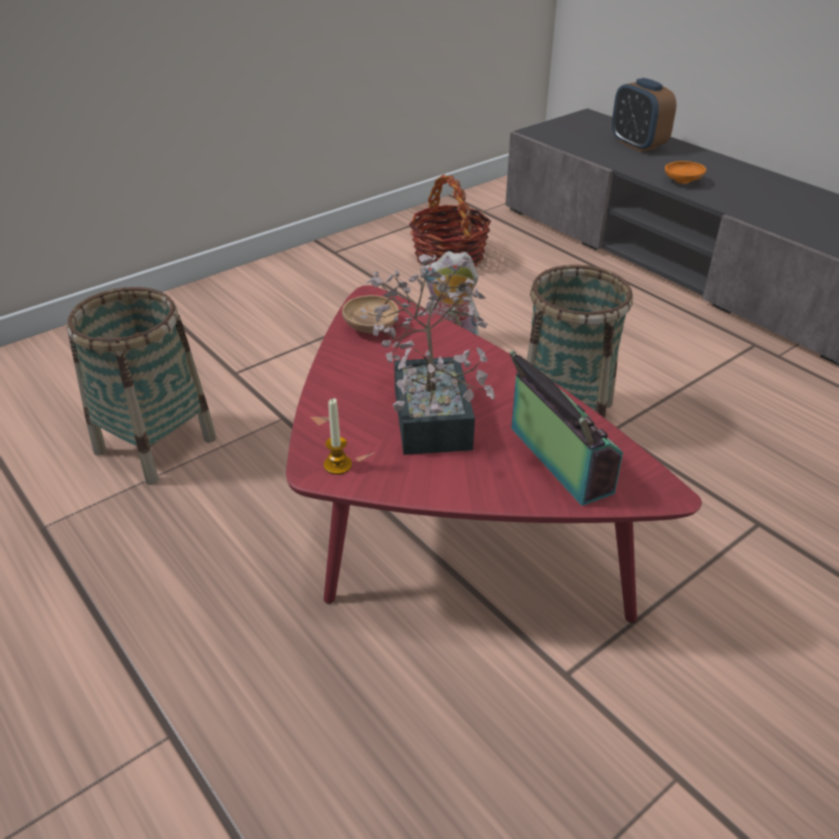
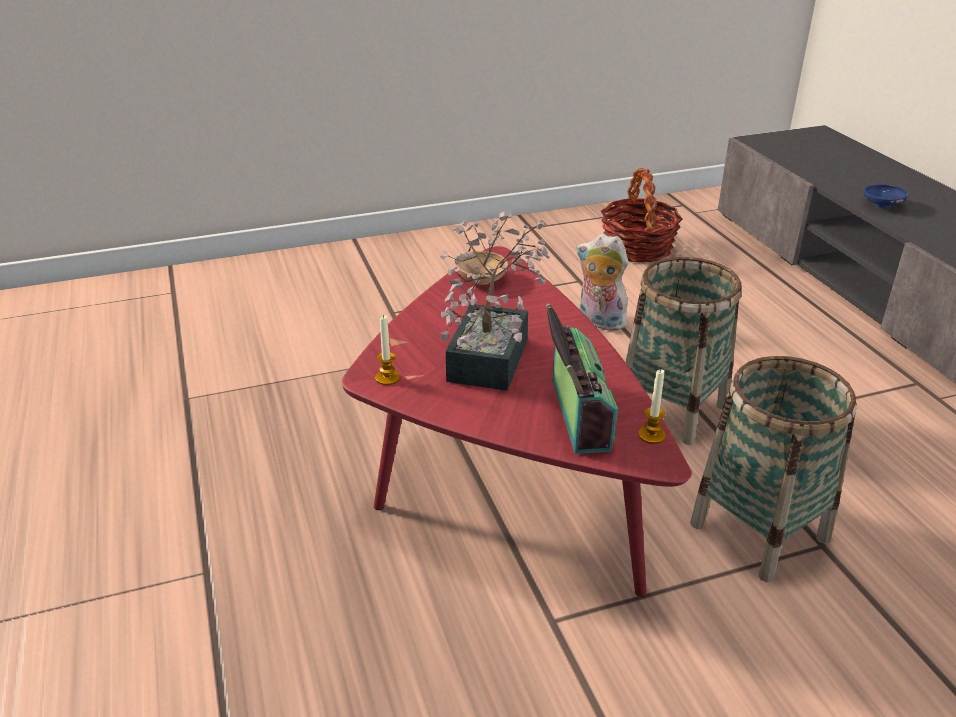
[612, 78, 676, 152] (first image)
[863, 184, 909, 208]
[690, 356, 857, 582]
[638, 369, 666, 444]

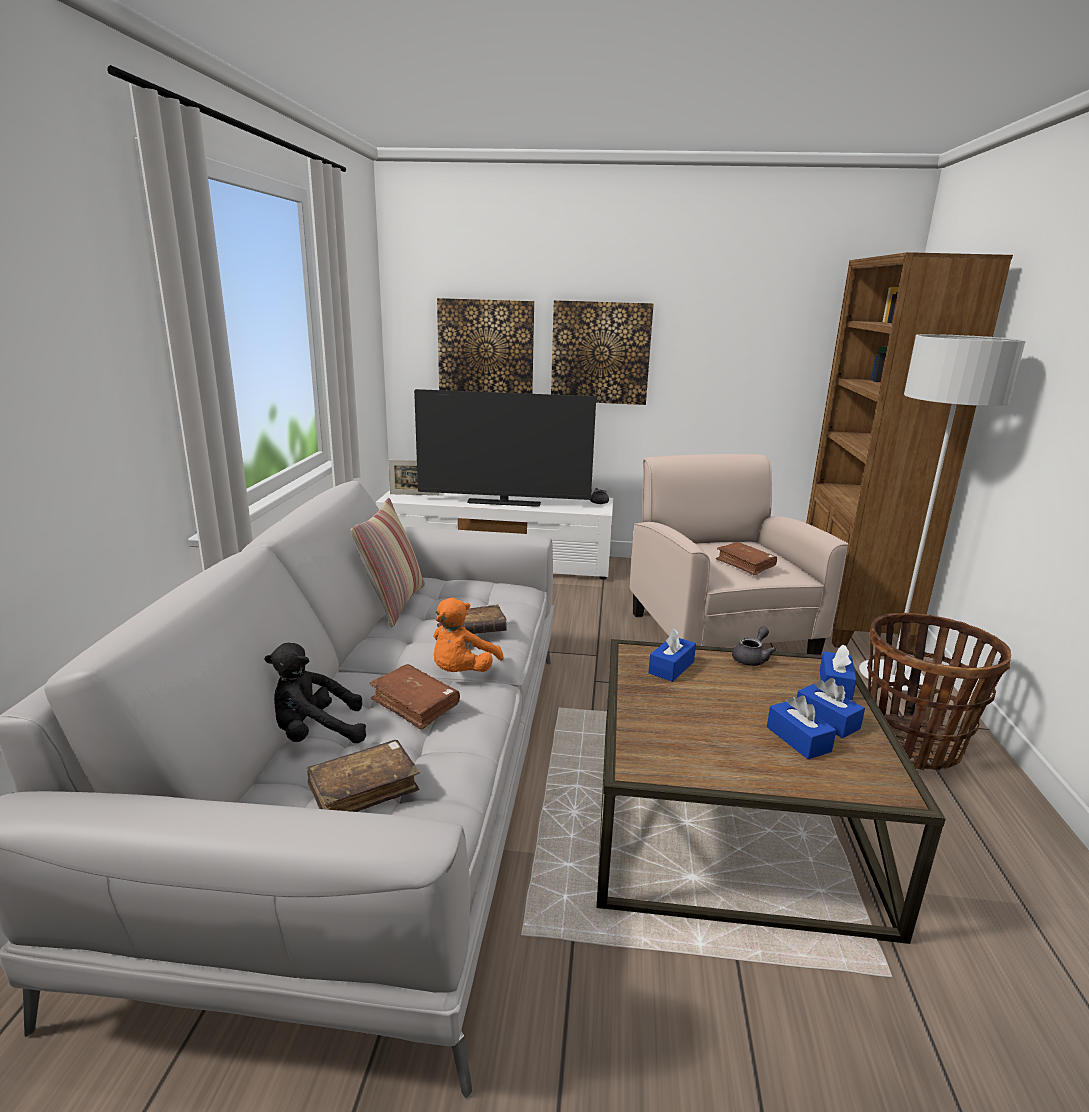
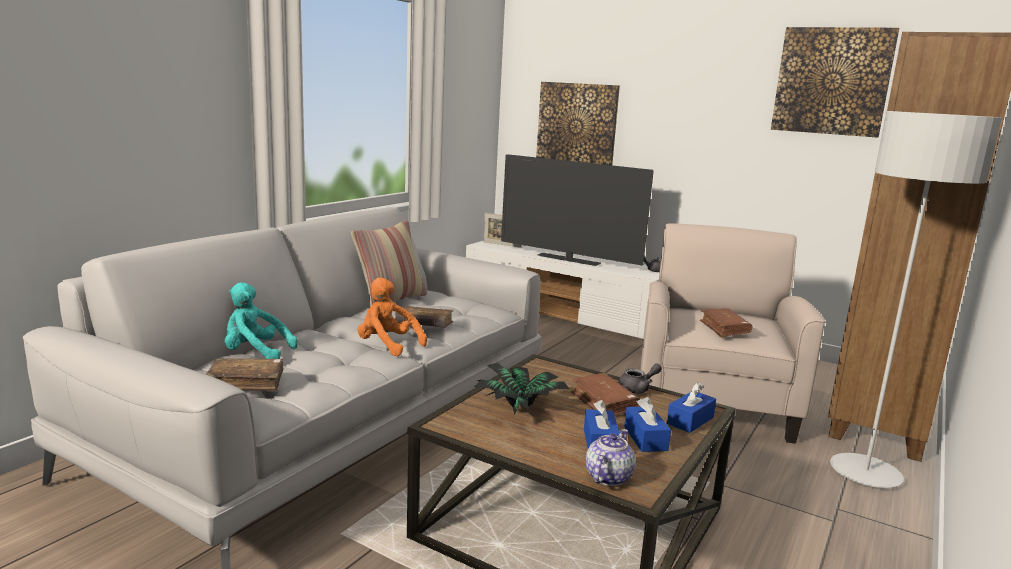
[771, 27, 900, 138]
[358, 277, 427, 356]
[867, 613, 1011, 771] (first image)
[648, 628, 696, 682] (first image)
[225, 282, 298, 359]
[571, 373, 640, 416]
[474, 362, 570, 415]
[586, 429, 636, 486]

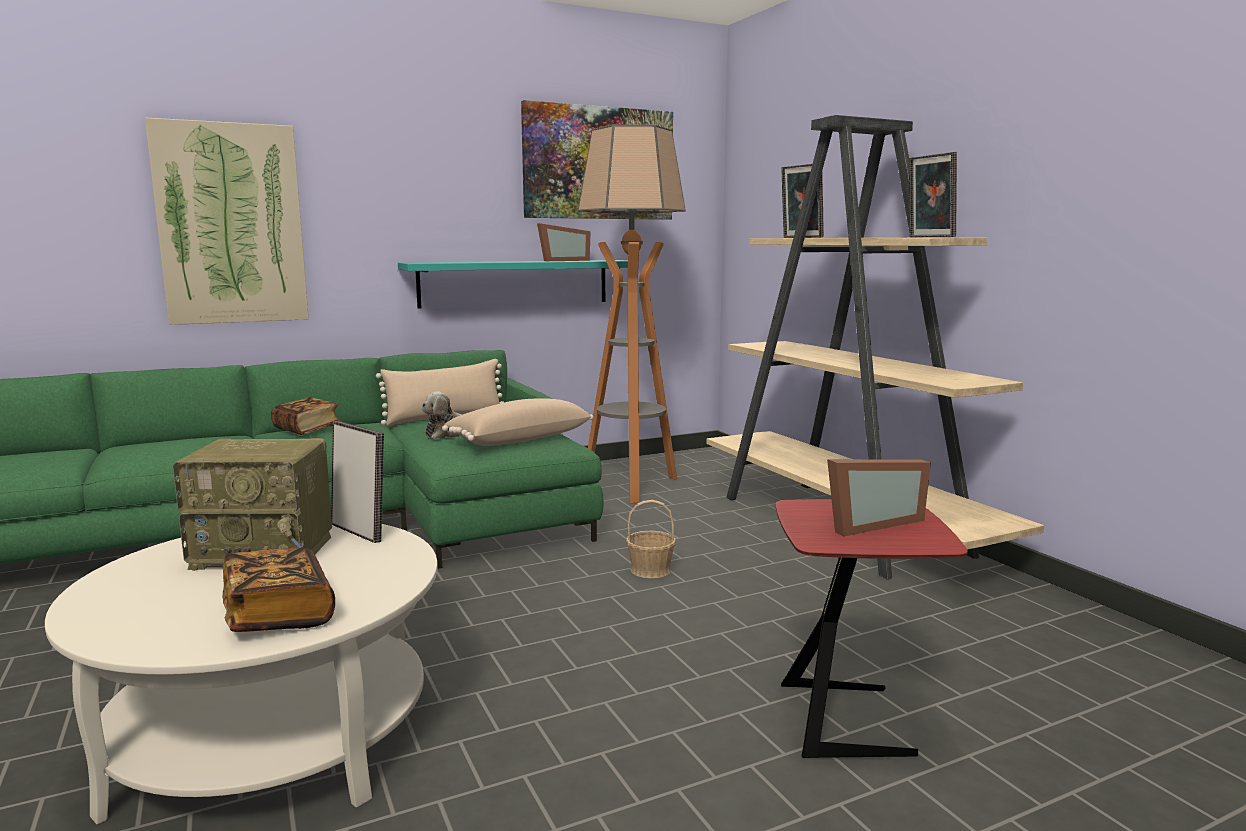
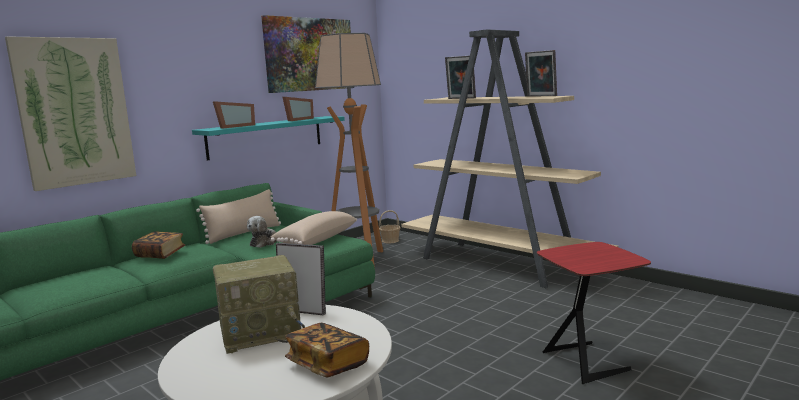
[213, 101, 255, 129]
[379, 210, 401, 243]

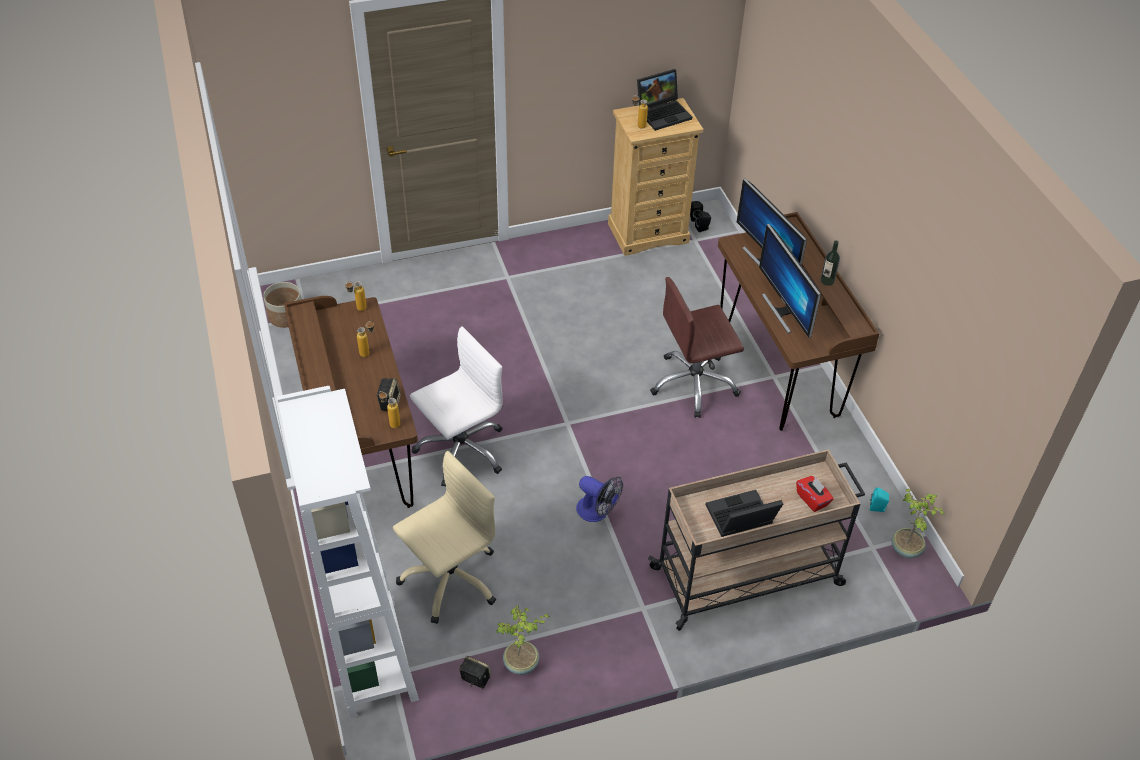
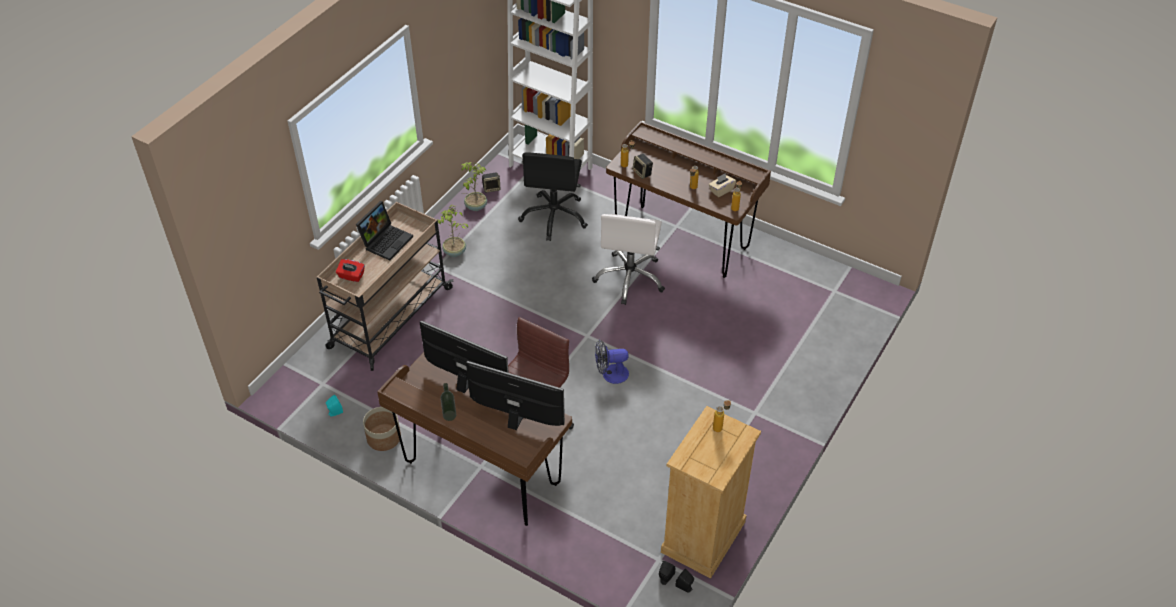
[637, 69, 692, 131] (first image)
[363, 407, 401, 451]
[518, 153, 588, 241]
[595, 340, 629, 384]
[437, 205, 469, 257]
[709, 173, 736, 197]

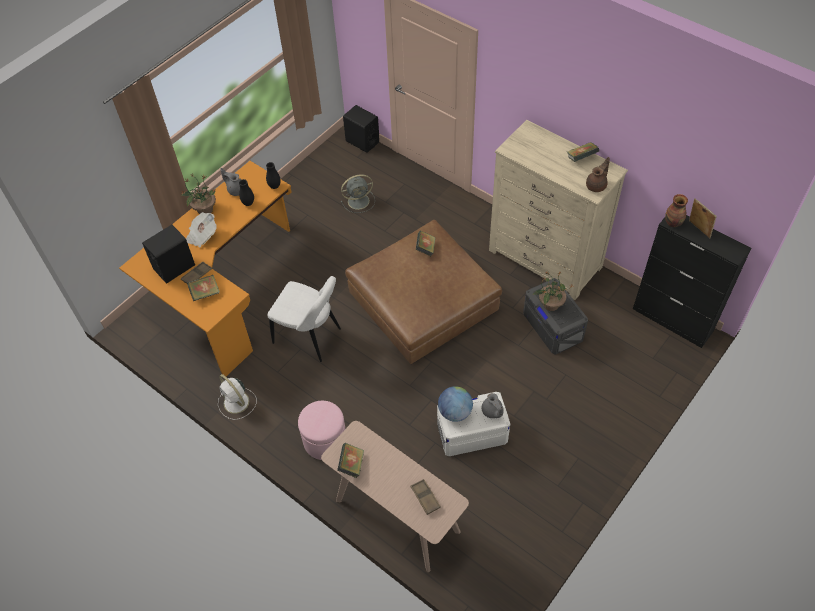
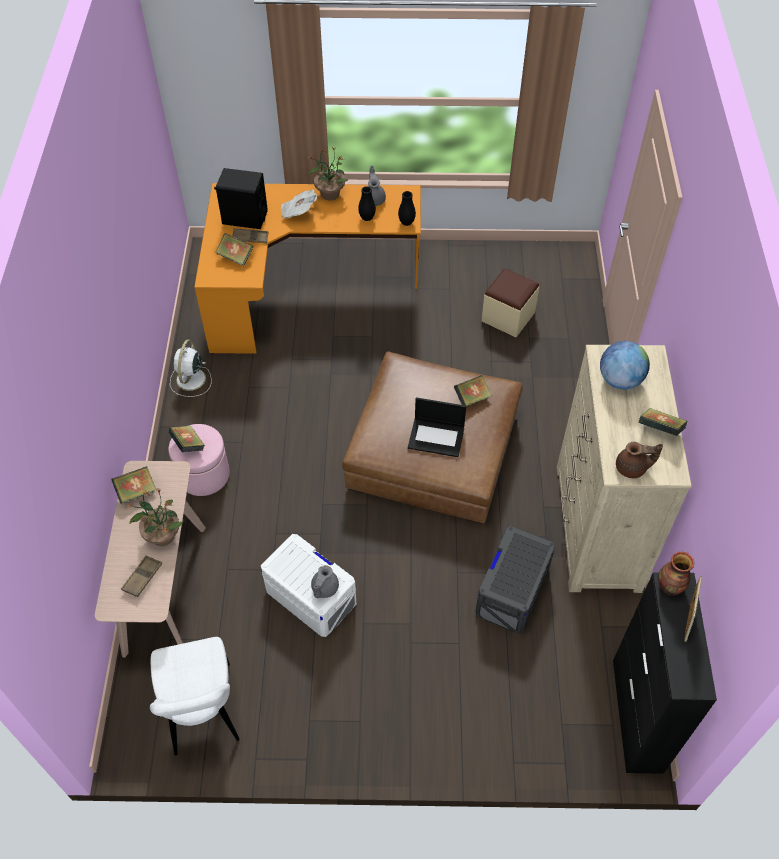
[343, 105, 379, 153] (first image)
[481, 269, 539, 337]
[127, 488, 183, 546]
[150, 637, 240, 756]
[600, 341, 650, 389]
[408, 397, 466, 457]
[168, 426, 205, 452]

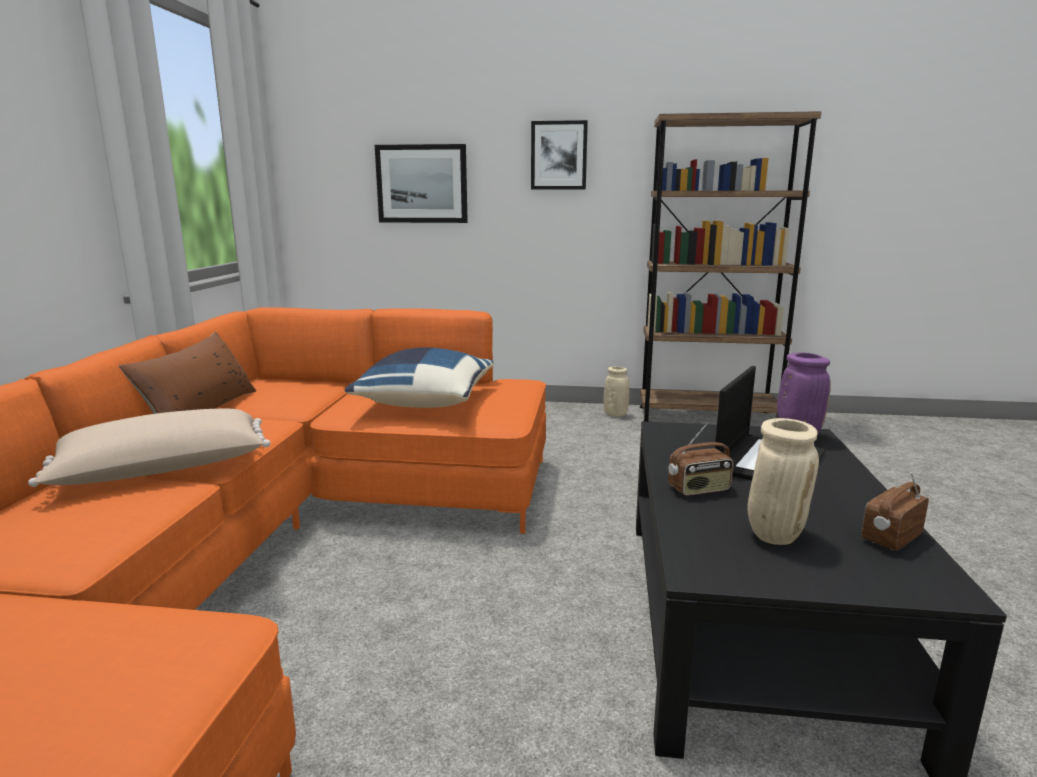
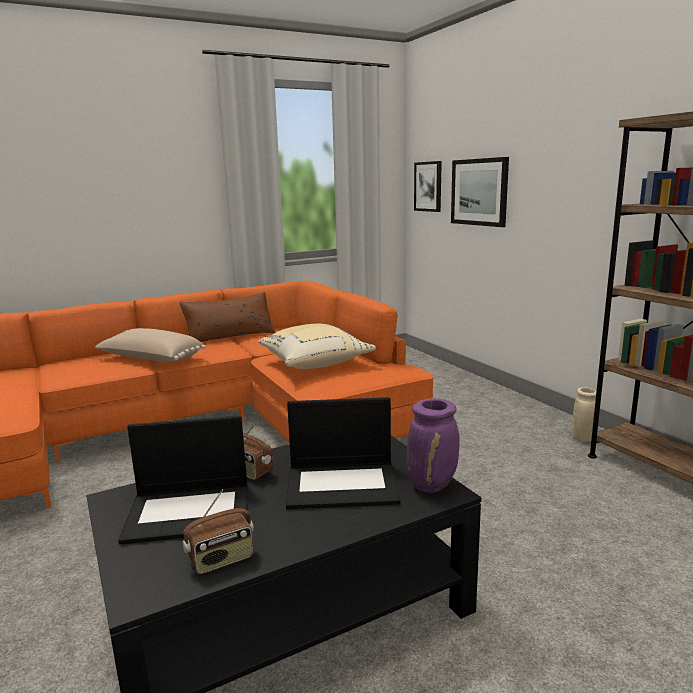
[414, 161, 442, 212]
[258, 324, 376, 369]
[118, 415, 248, 545]
[182, 489, 254, 574]

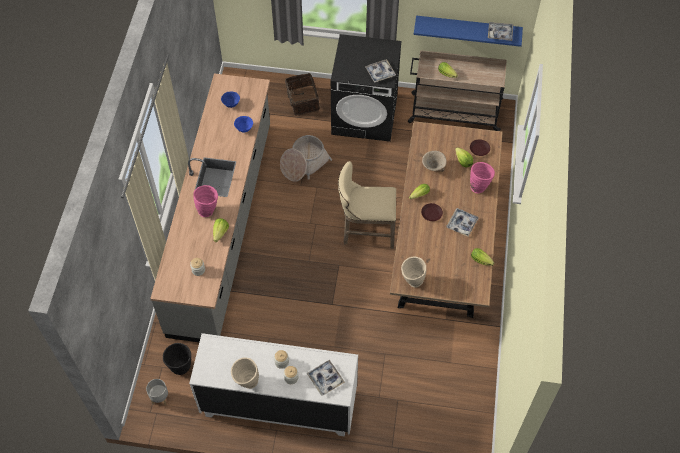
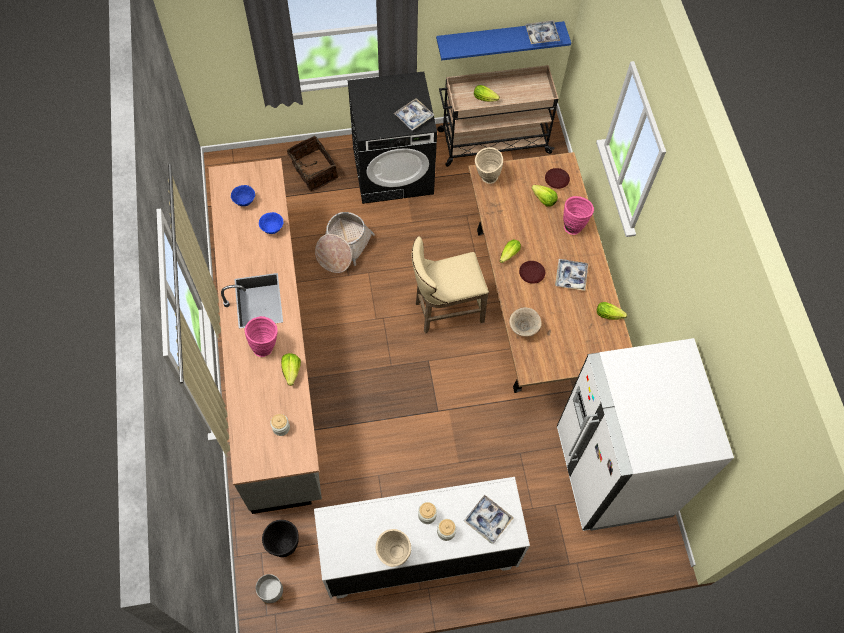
[509, 307, 542, 337]
[475, 147, 503, 184]
[557, 338, 734, 531]

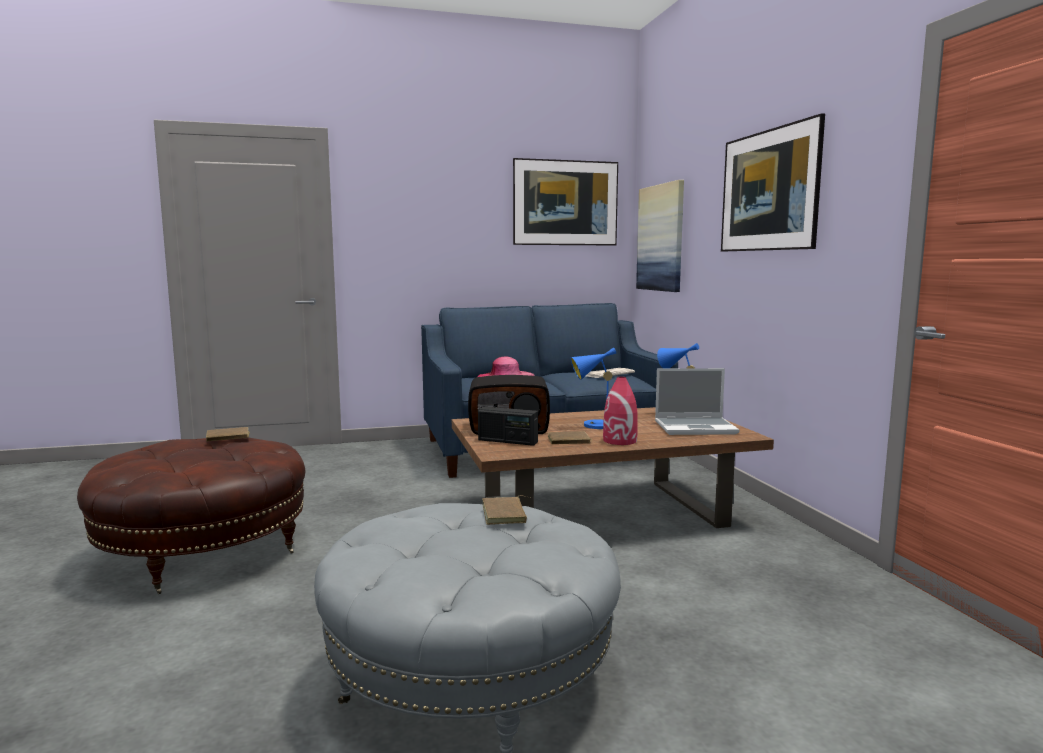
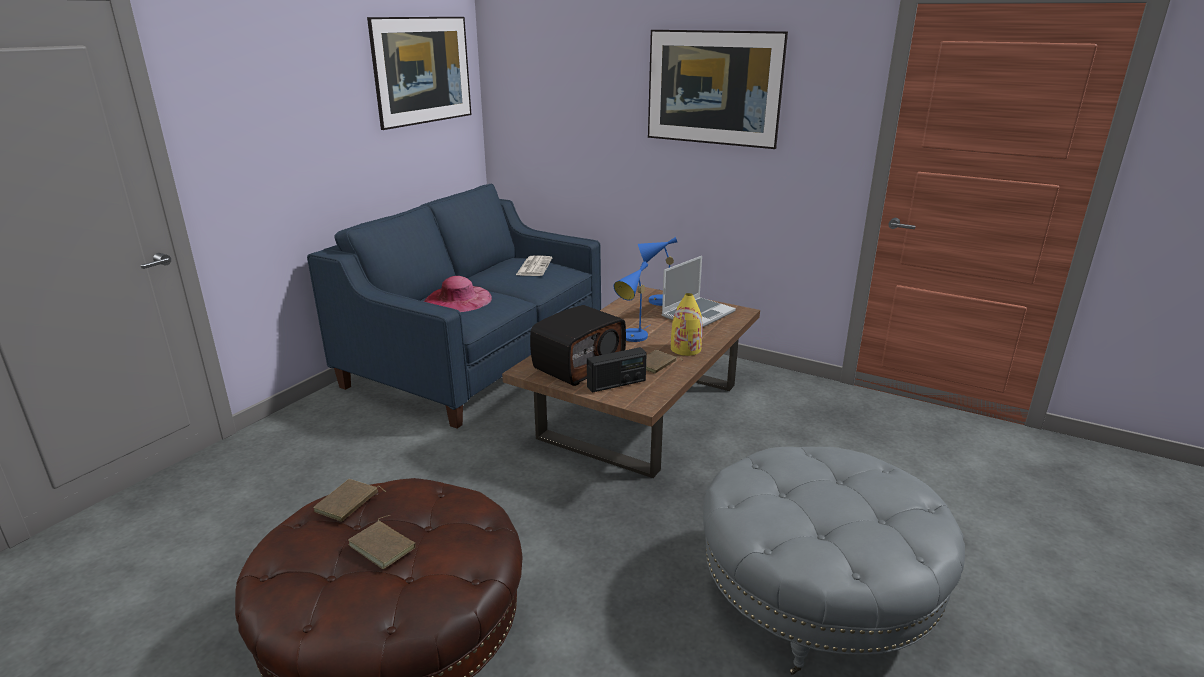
[636, 180, 684, 292] (first image)
[671, 293, 703, 356]
[348, 515, 416, 569]

